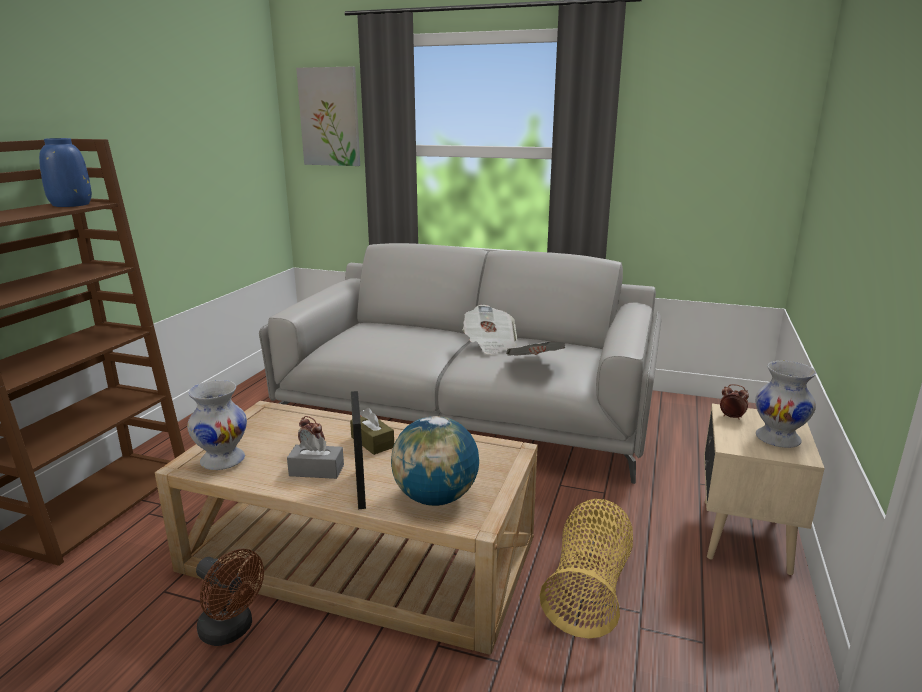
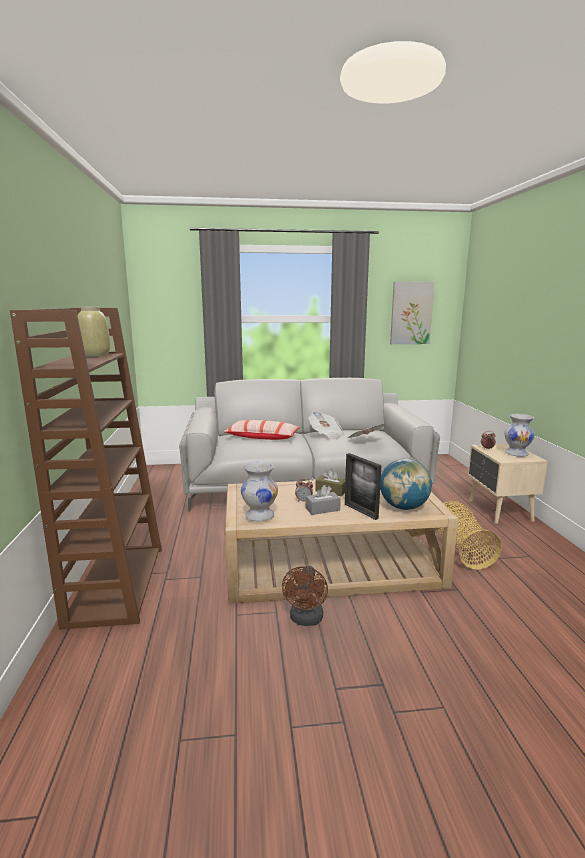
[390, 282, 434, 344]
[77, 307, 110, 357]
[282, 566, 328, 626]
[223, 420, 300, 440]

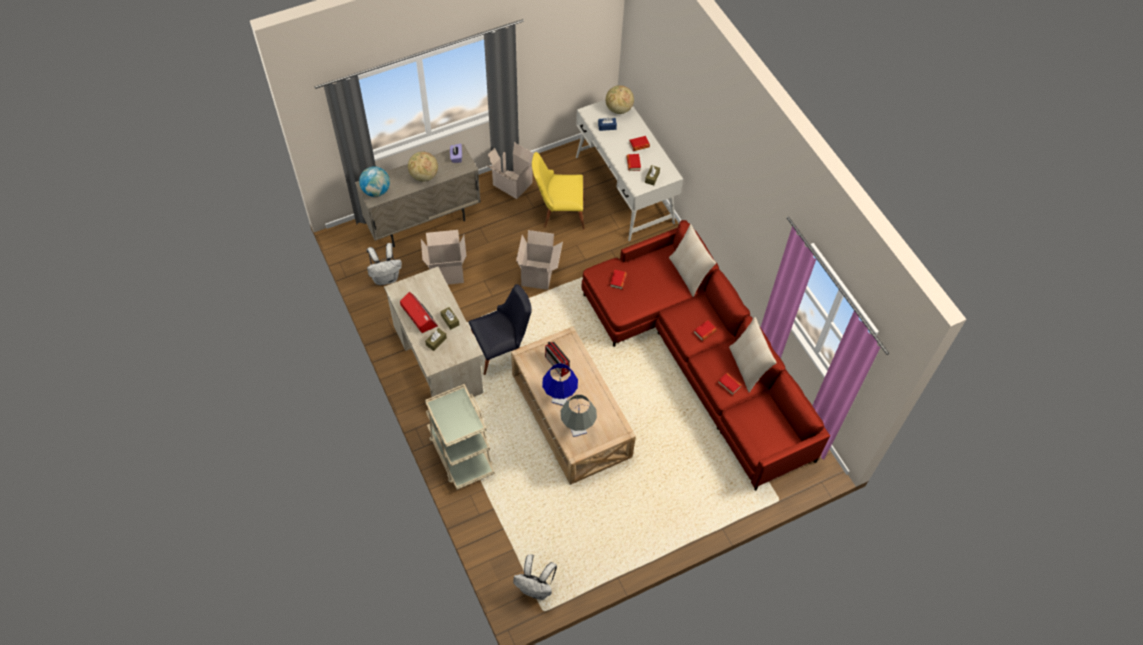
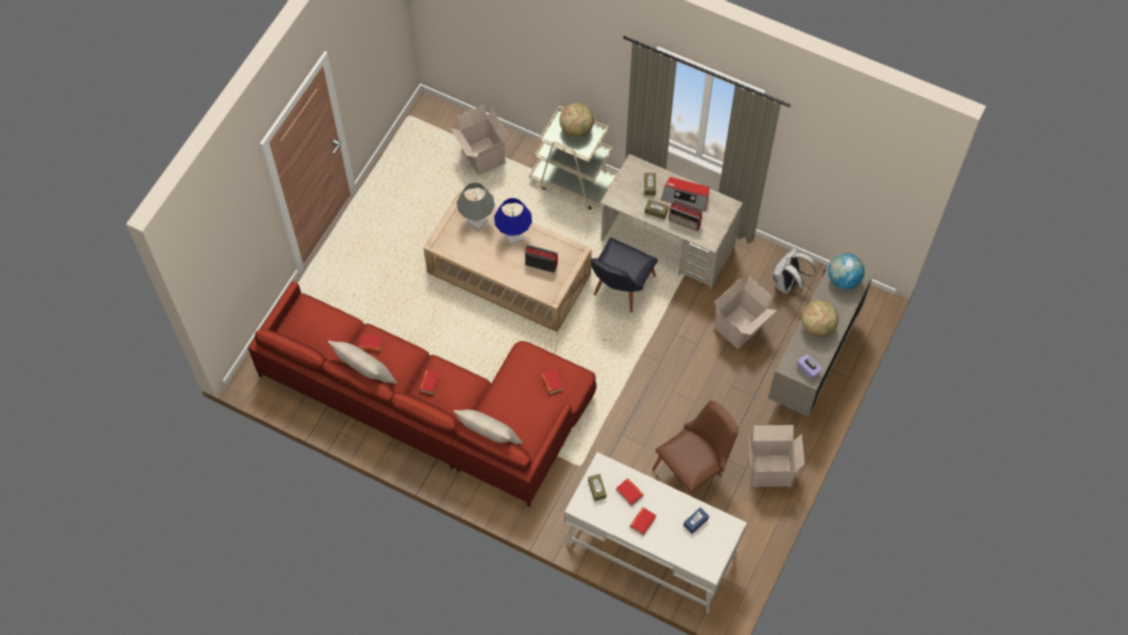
[560, 103, 594, 138]
[652, 400, 738, 495]
[450, 105, 508, 176]
[513, 554, 557, 600] (first image)
[669, 200, 703, 232]

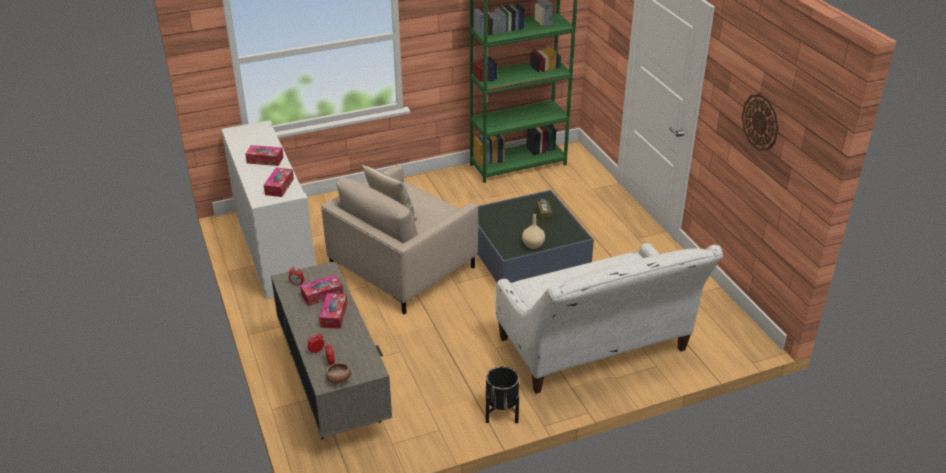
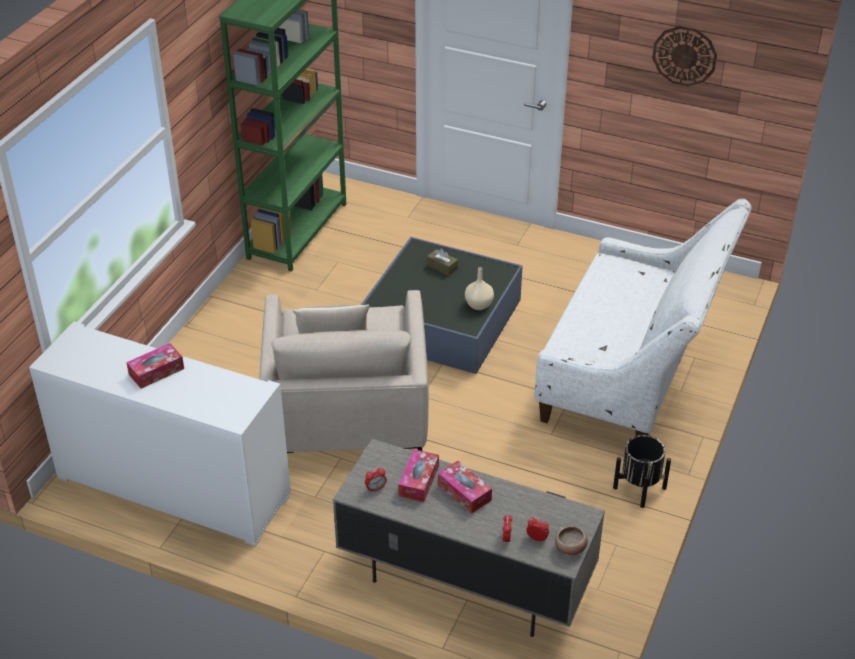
[264, 168, 294, 197] (first image)

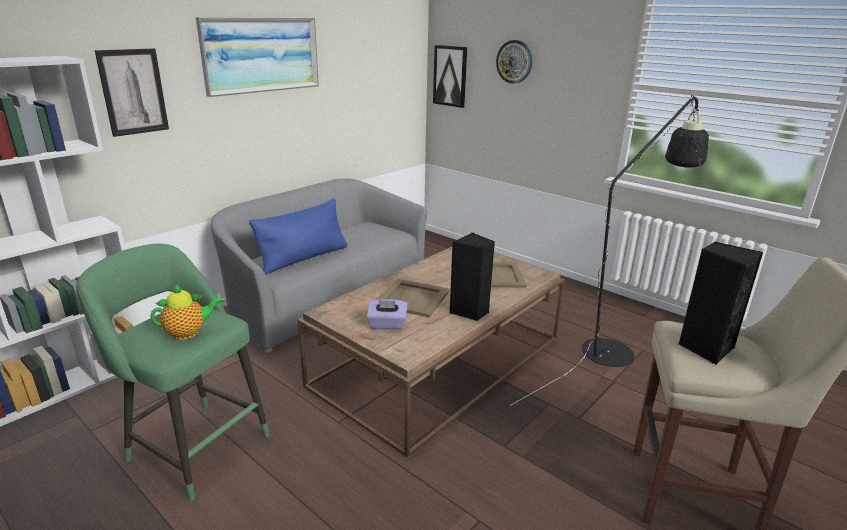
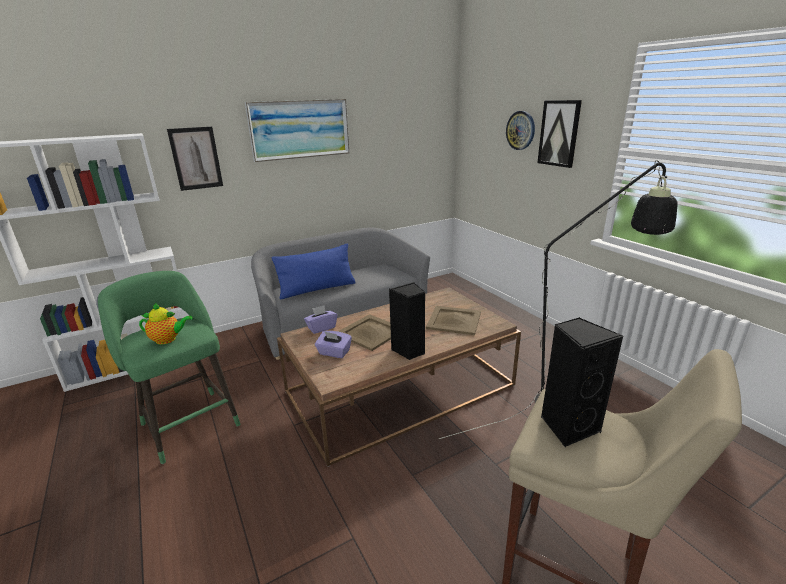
[537, 100, 582, 168]
[304, 305, 337, 334]

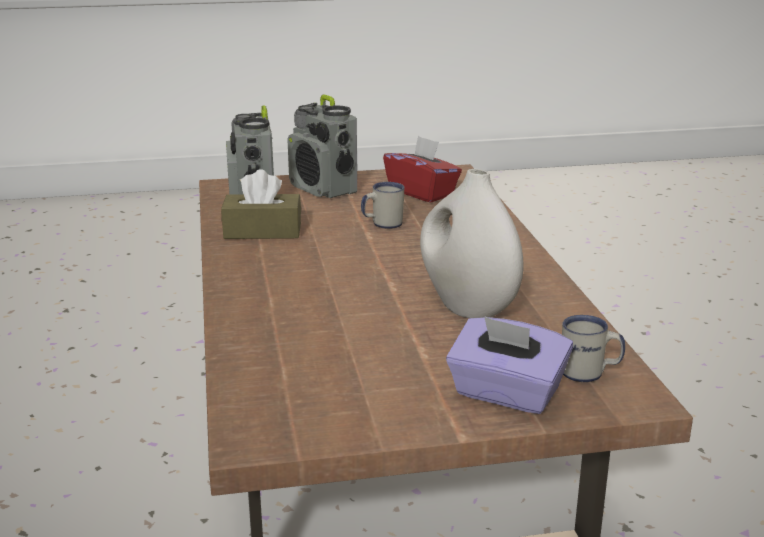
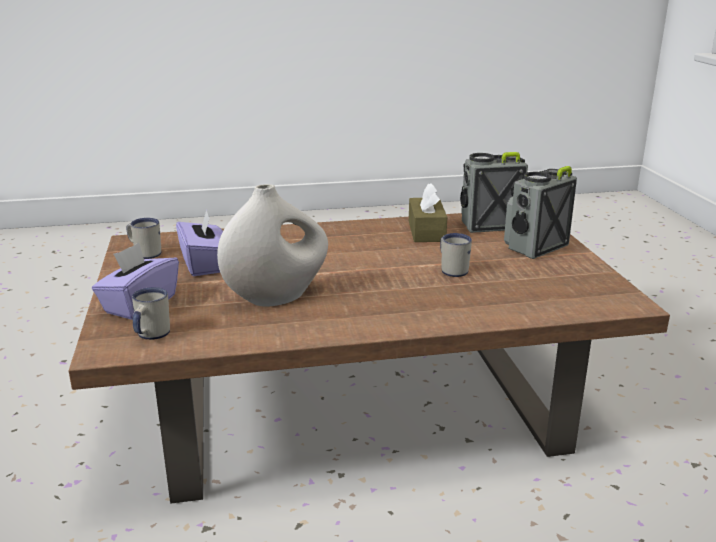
[383, 136, 462, 202] (first image)
[176, 210, 223, 276]
[126, 218, 161, 259]

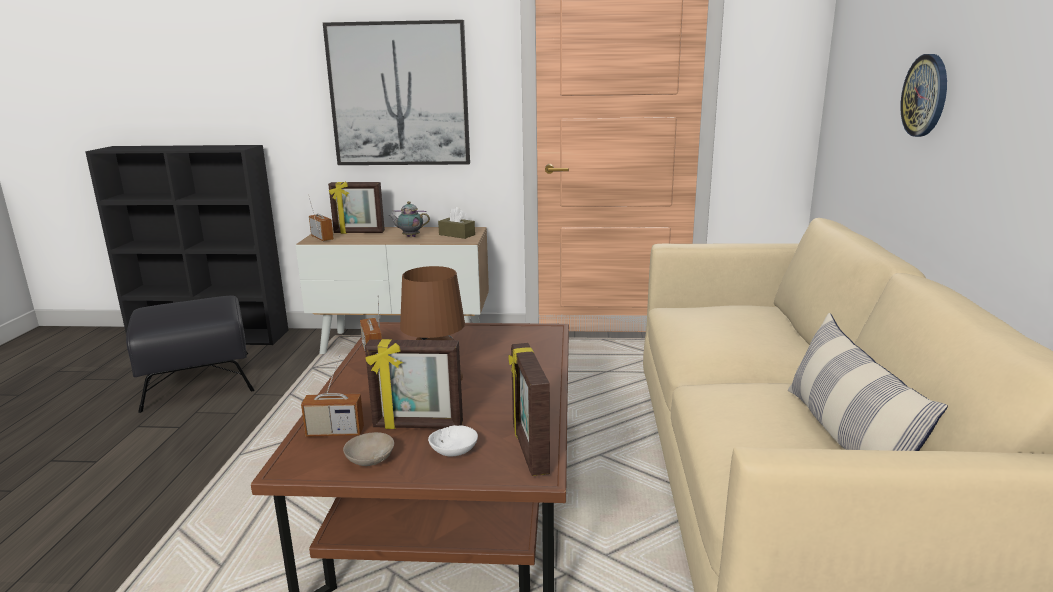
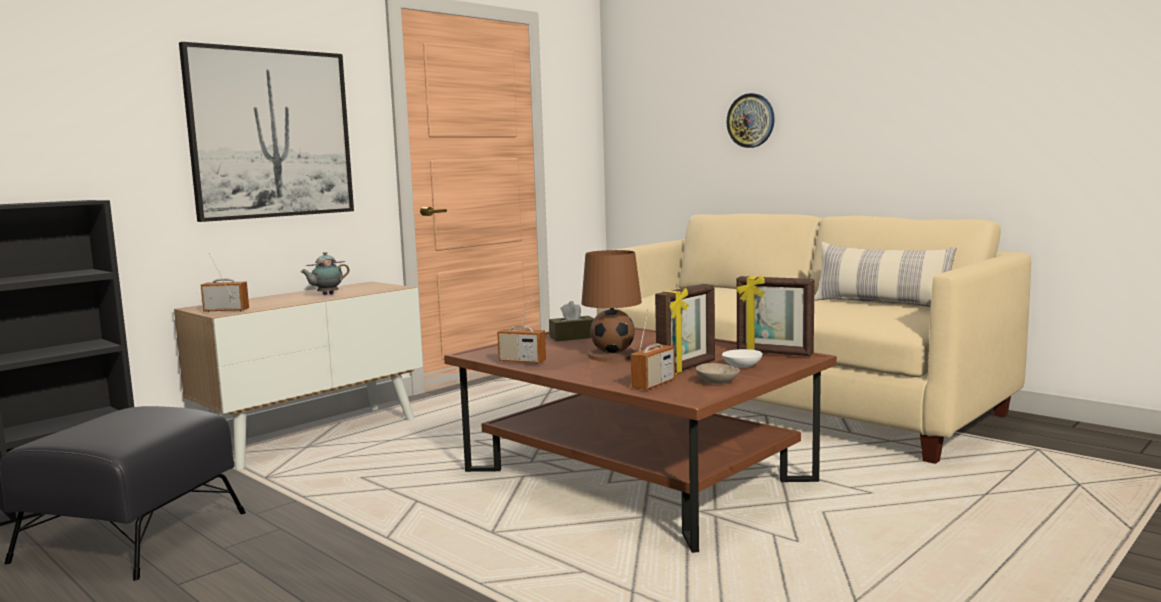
[328, 182, 385, 234] (first image)
[549, 301, 594, 342]

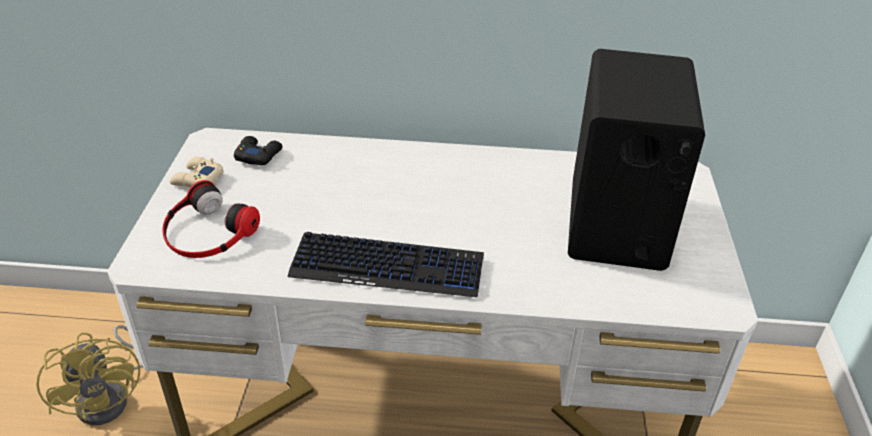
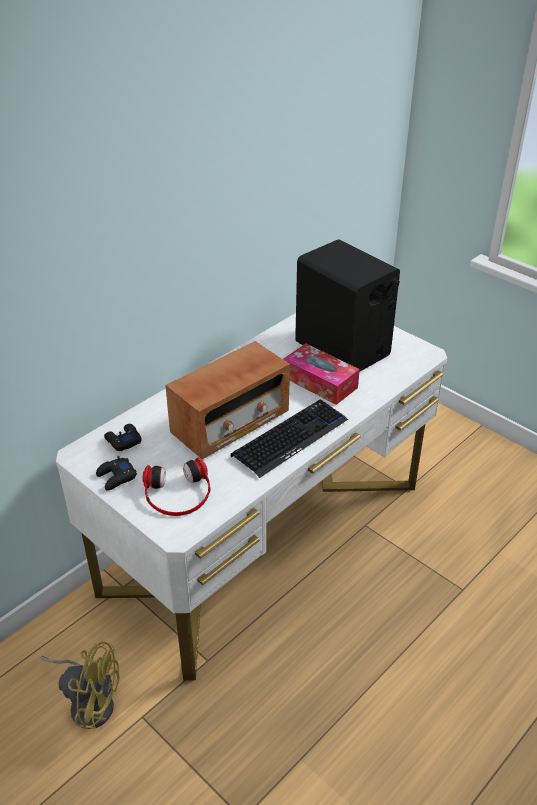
[96, 456, 137, 491]
[165, 341, 290, 459]
[283, 343, 360, 405]

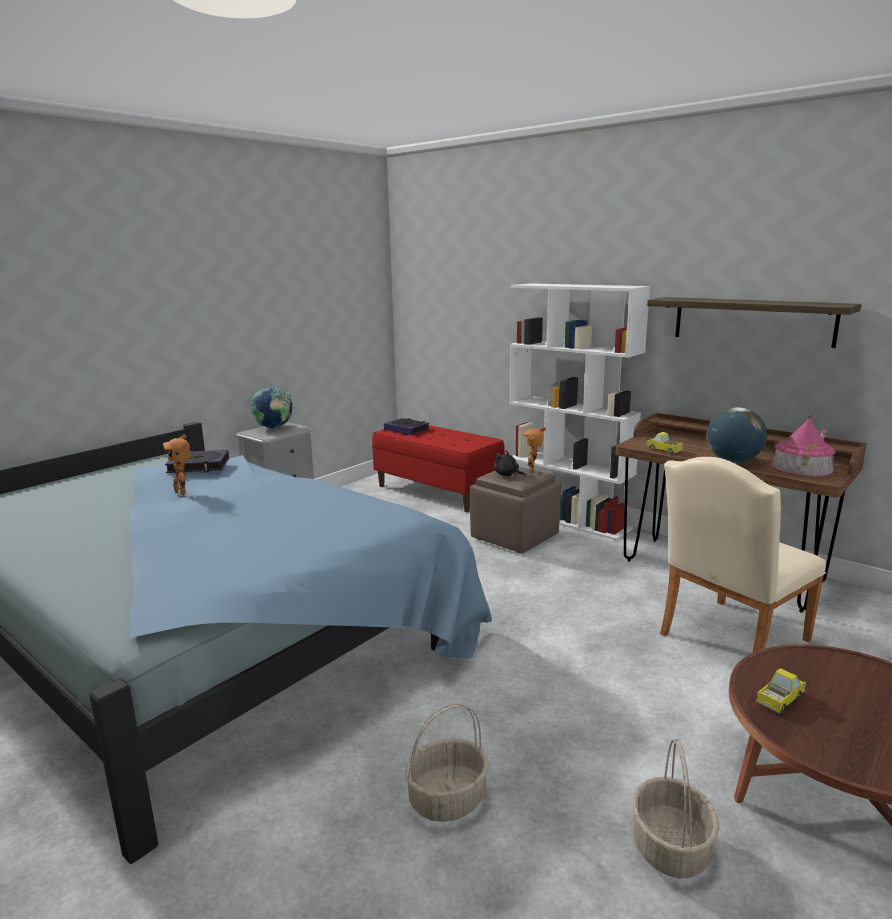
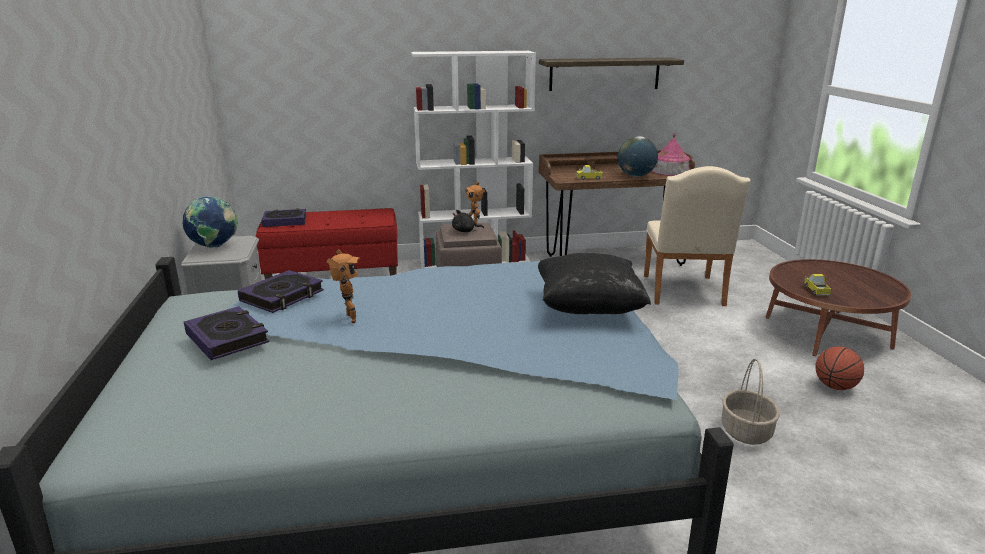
[326, 249, 360, 323]
[815, 346, 864, 390]
[538, 253, 651, 314]
[184, 306, 269, 360]

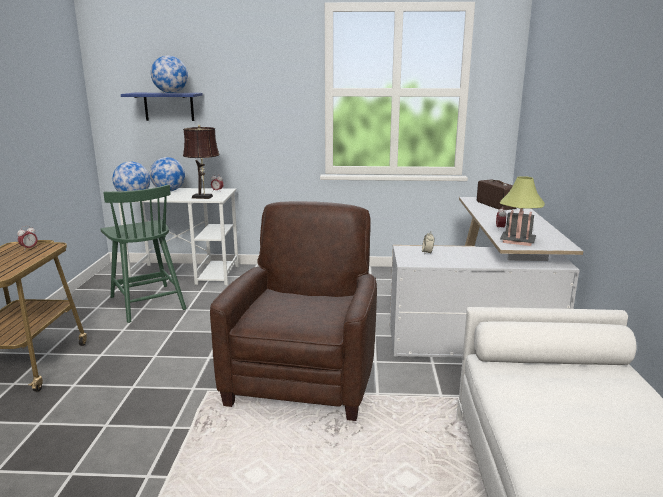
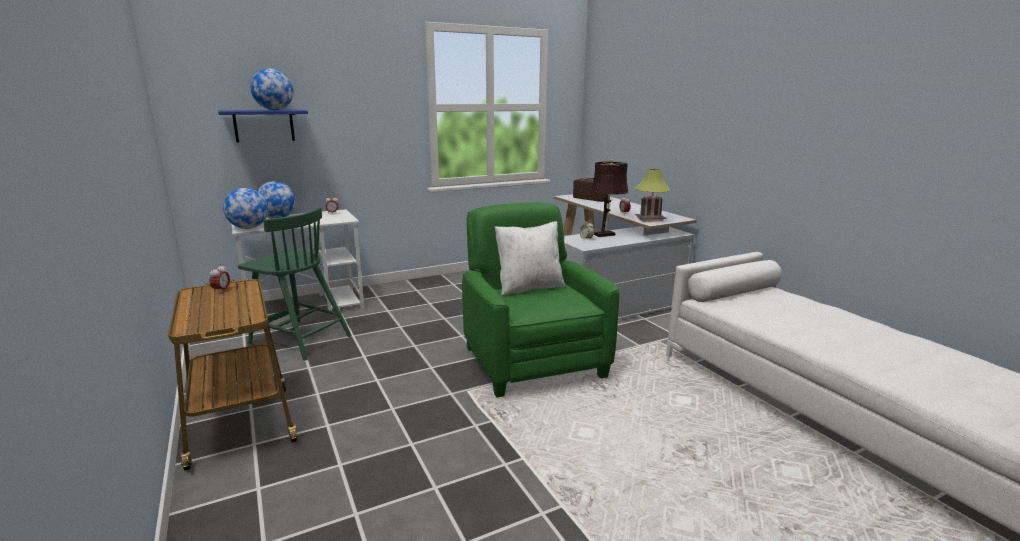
[591, 159, 628, 237]
[462, 203, 620, 398]
[495, 221, 565, 296]

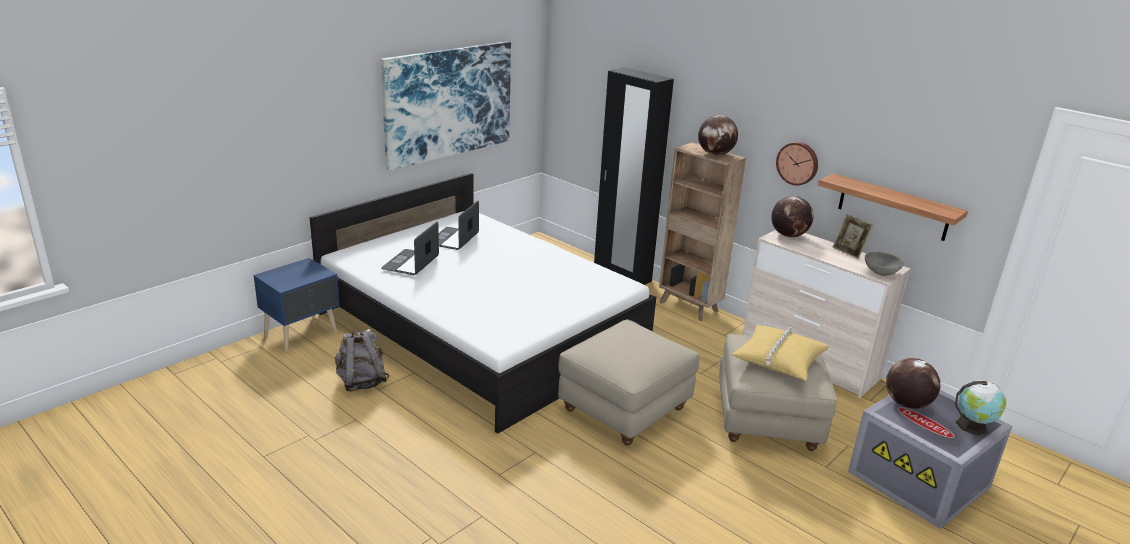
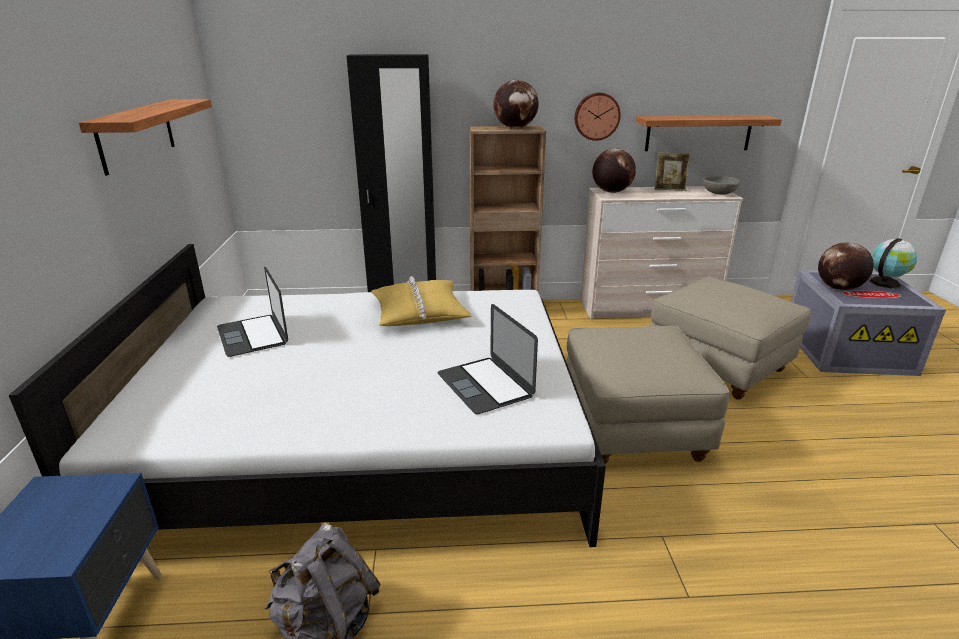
[79, 99, 212, 176]
[437, 304, 538, 414]
[371, 276, 472, 326]

